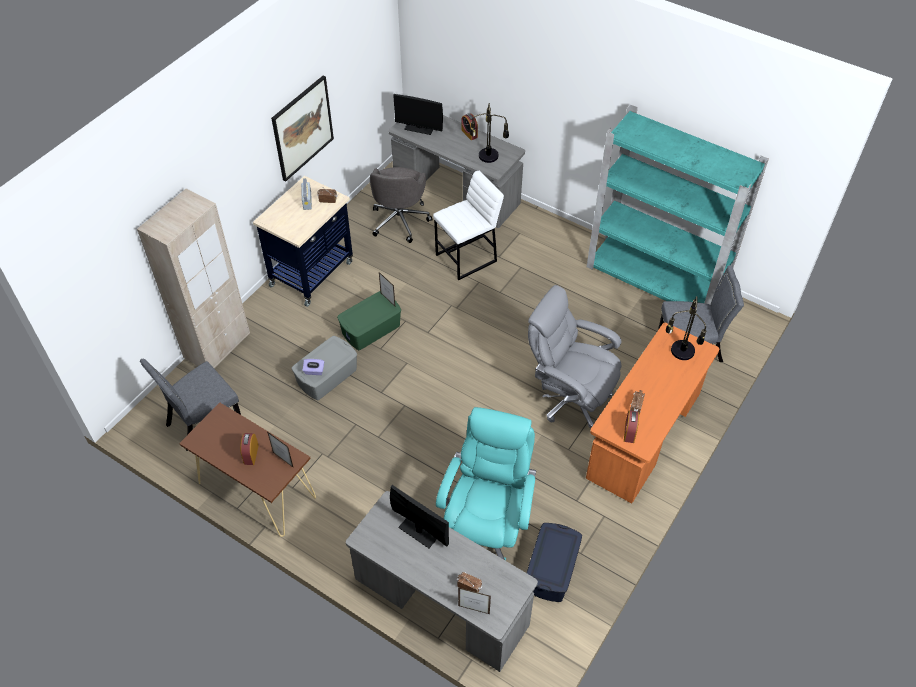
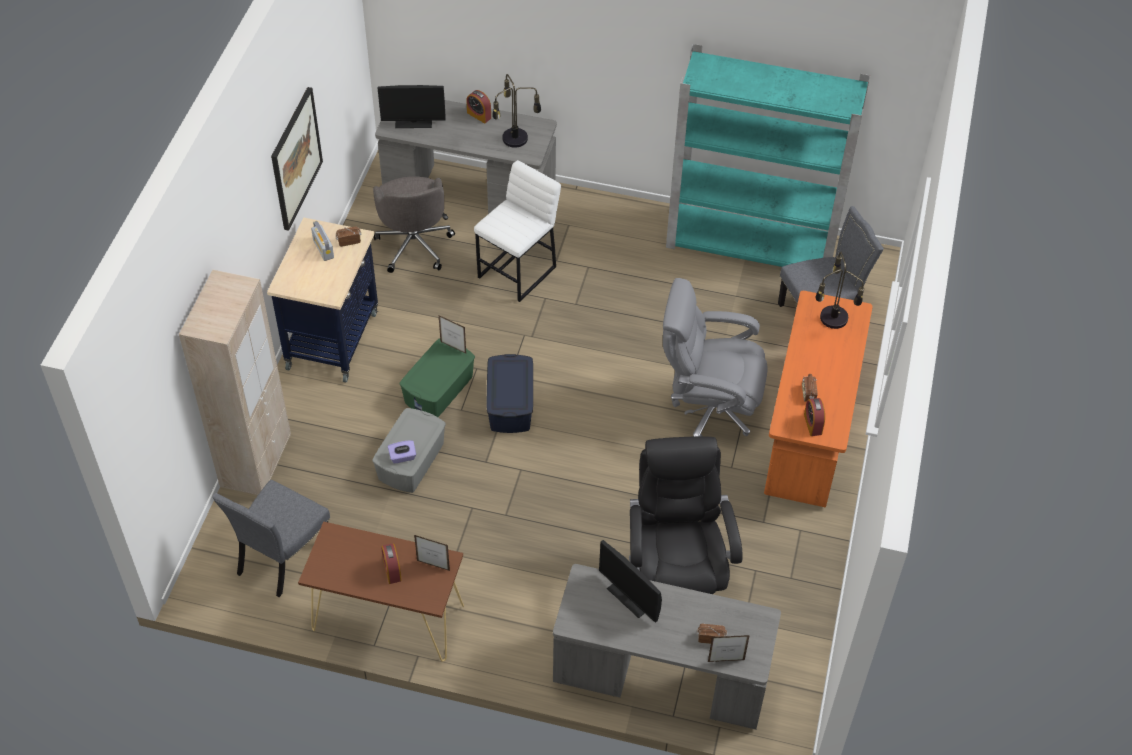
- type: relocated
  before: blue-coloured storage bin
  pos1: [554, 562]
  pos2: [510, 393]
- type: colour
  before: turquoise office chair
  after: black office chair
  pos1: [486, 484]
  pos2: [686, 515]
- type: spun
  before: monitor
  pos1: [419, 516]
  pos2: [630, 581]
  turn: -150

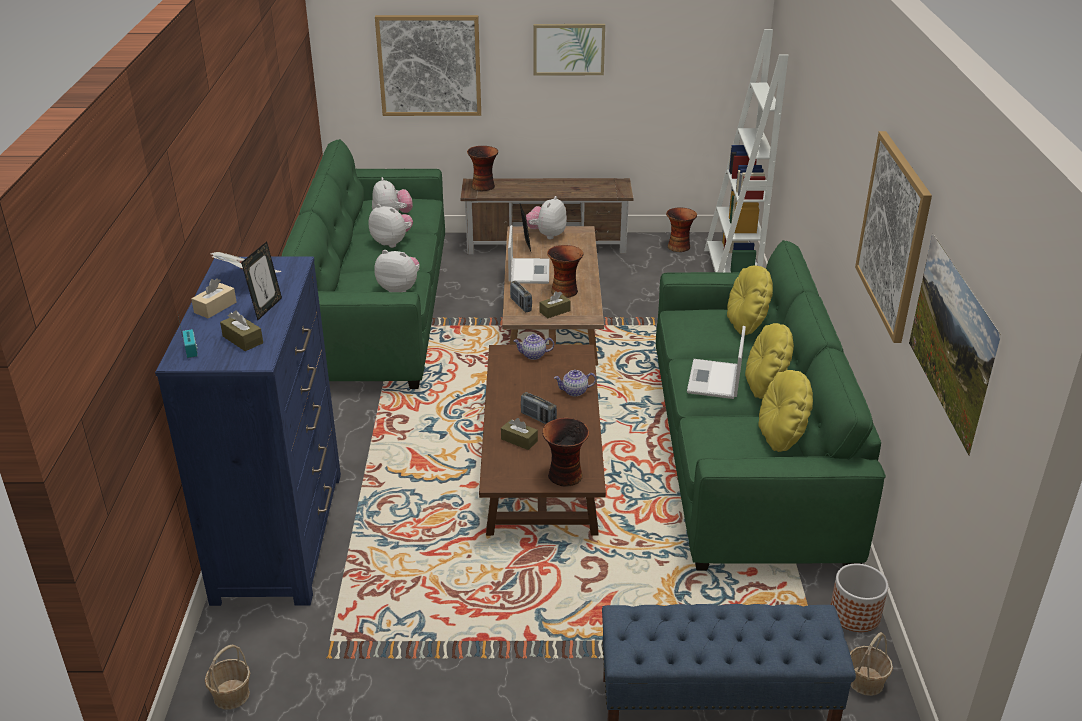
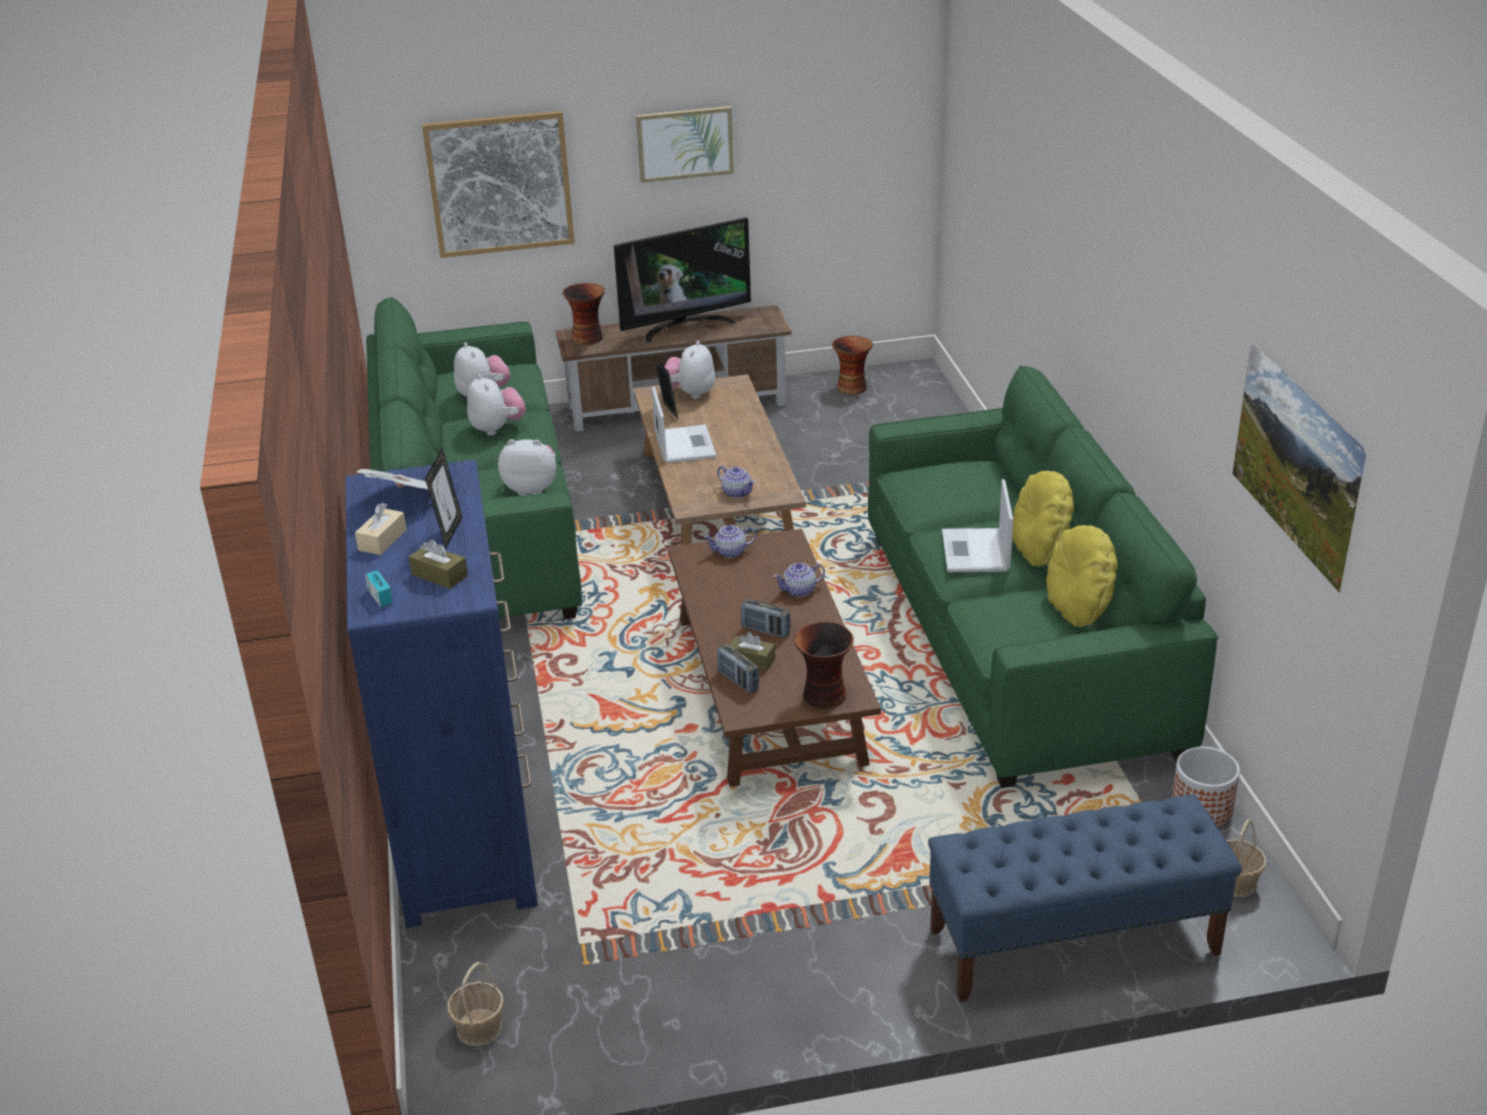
- type: missing
  before: vase
  pos1: [565, 271]
- type: missing
  before: whitish bookcase
  pos1: [746, 150]
- type: missing
  before: yellow-coloured throw pillow
  pos1: [750, 300]
- type: missing
  before: wall picture
  pos1: [893, 237]
- type: appeared
  after: TV set
  pos2: [682, 280]
- type: relocated
  before: radio set
  pos1: [521, 296]
  pos2: [738, 668]
- type: exchanged
  before: brownish tissue holder
  after: pot for tea
  pos1: [555, 304]
  pos2: [736, 482]
- type: spun
  before: plush toy
  pos1: [391, 226]
  pos2: [496, 405]
  turn: 45

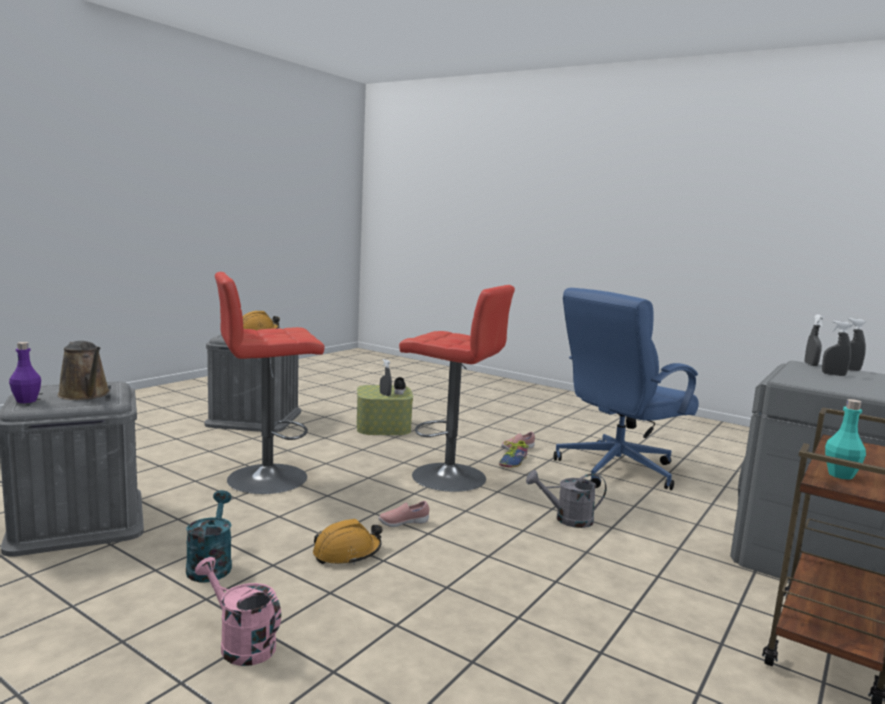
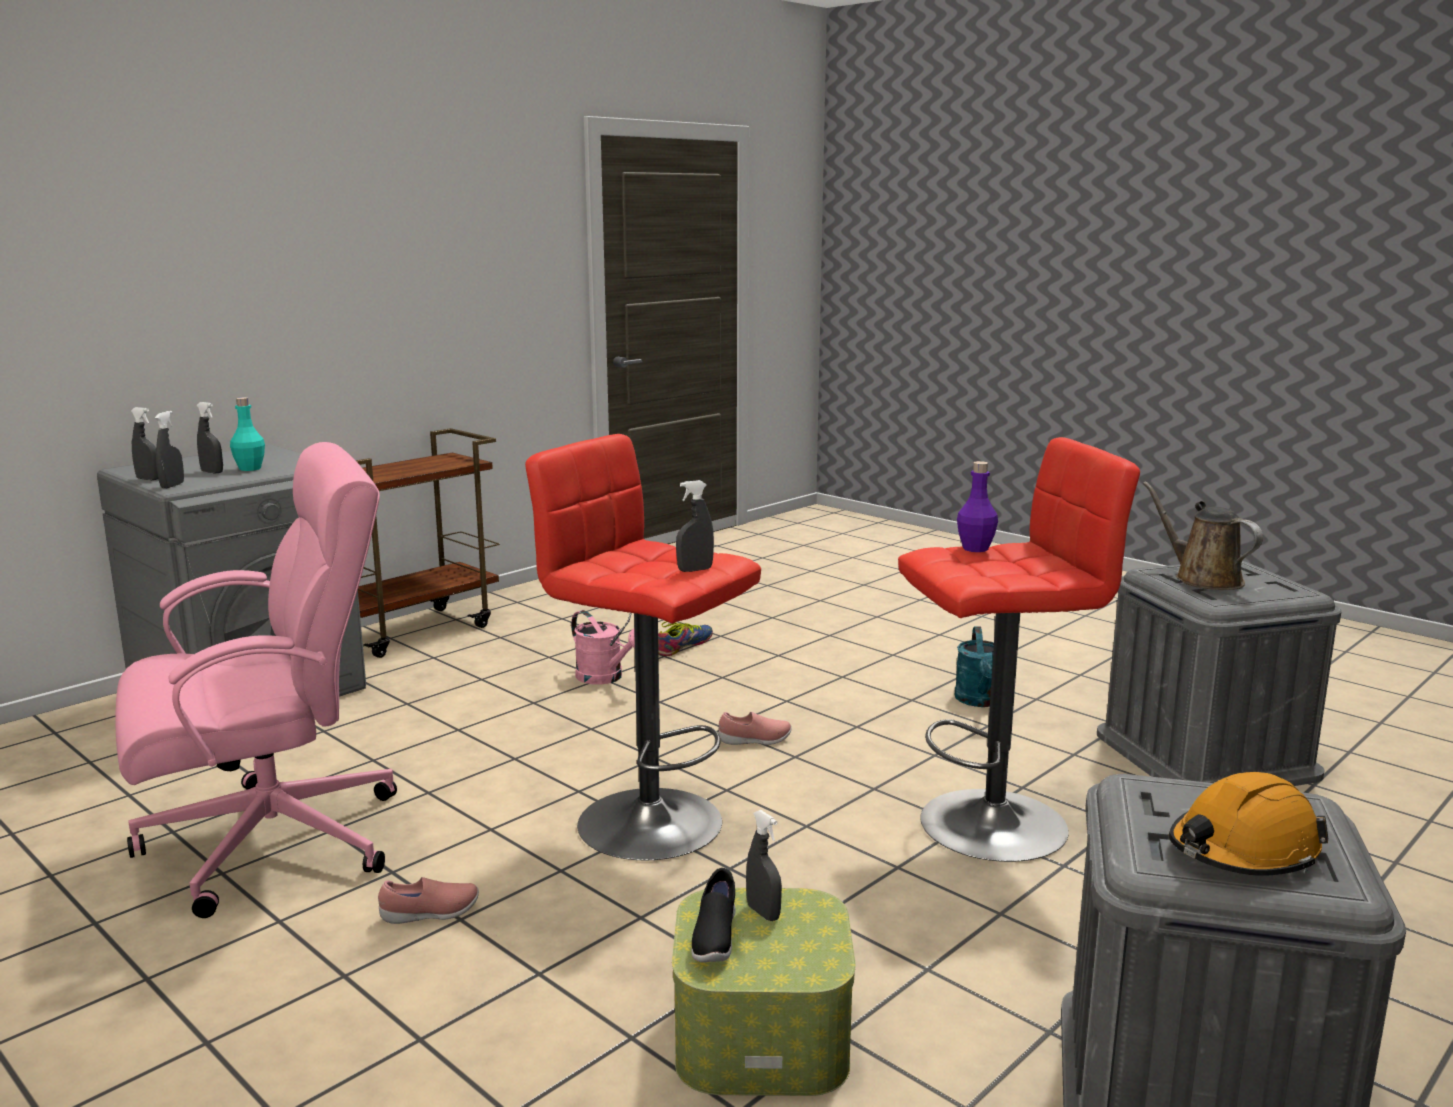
- type: missing
  before: orangey safety helmet
  pos1: [348, 542]
- type: missing
  before: grey watering can
  pos1: [566, 499]
- type: appeared
  after: grey hand sprayer
  pos2: [695, 526]
- type: relocated
  before: purple-coloured bottle
  pos1: [25, 372]
  pos2: [977, 506]
- type: relocated
  before: pink-coloured watering can
  pos1: [238, 611]
  pos2: [603, 647]
- type: relocated
  before: low shoe
  pos1: [513, 453]
  pos2: [685, 638]
- type: relocated
  before: turquoise bottle
  pos1: [845, 439]
  pos2: [247, 434]
- type: colour
  before: blue-coloured office chair
  after: pink-coloured office chair
  pos1: [626, 389]
  pos2: [256, 680]

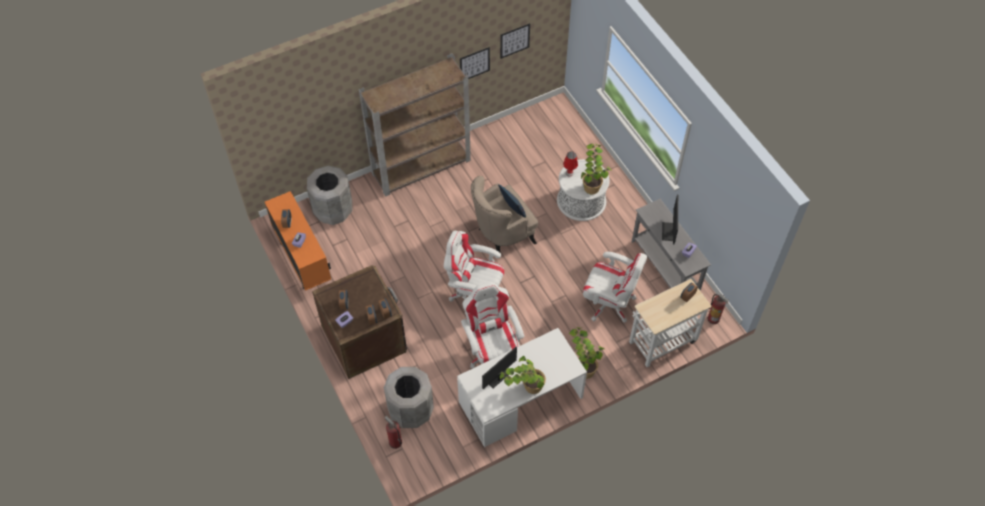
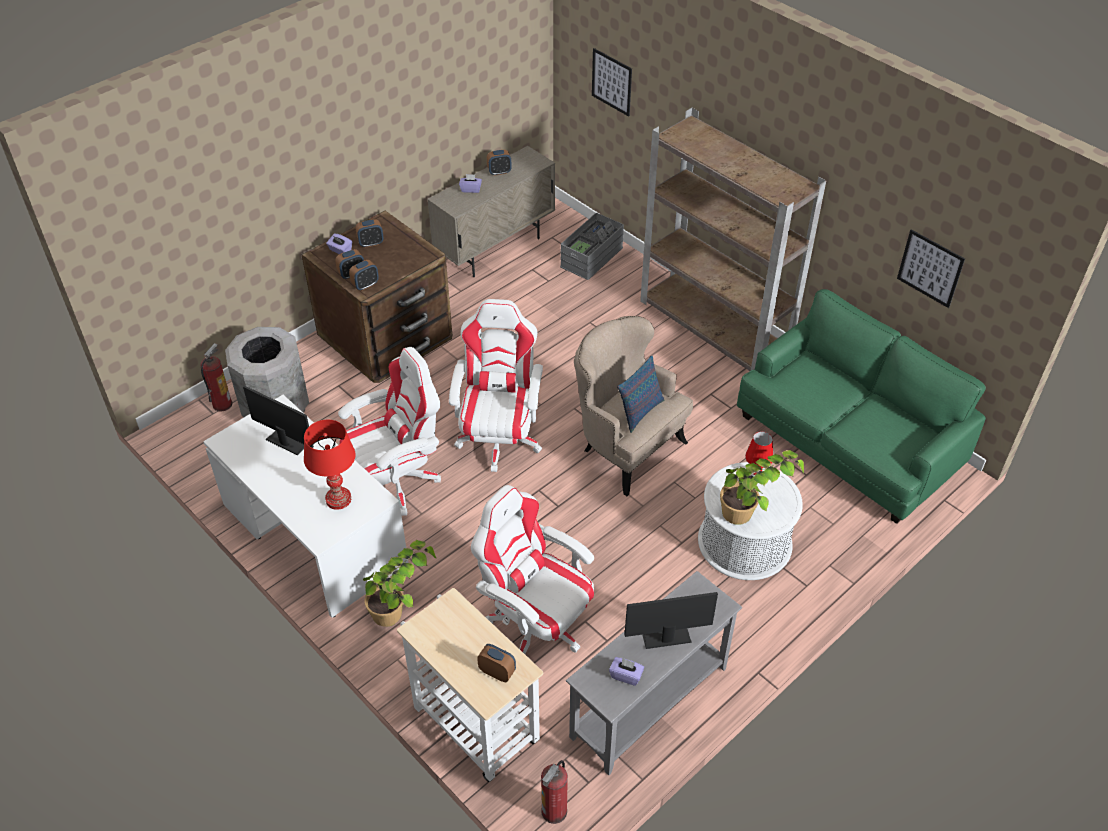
- type: missing
  before: houseplant
  pos1: [523, 375]
- type: appeared
  after: reddish table lamp
  pos2: [329, 465]
- type: appeared
  after: greenish sofa
  pos2: [861, 406]
- type: relocated
  before: wall picture
  pos1: [475, 63]
  pos2: [612, 82]
- type: exchanged
  before: grey rubbish bin
  after: grey storage bin
  pos1: [329, 195]
  pos2: [592, 246]
- type: colour
  before: orangey storage cabinet
  after: sand-coloured storage cabinet
  pos1: [298, 241]
  pos2: [491, 211]
- type: spun
  before: whitish office chair
  pos1: [615, 287]
  pos2: [532, 569]
  turn: 120

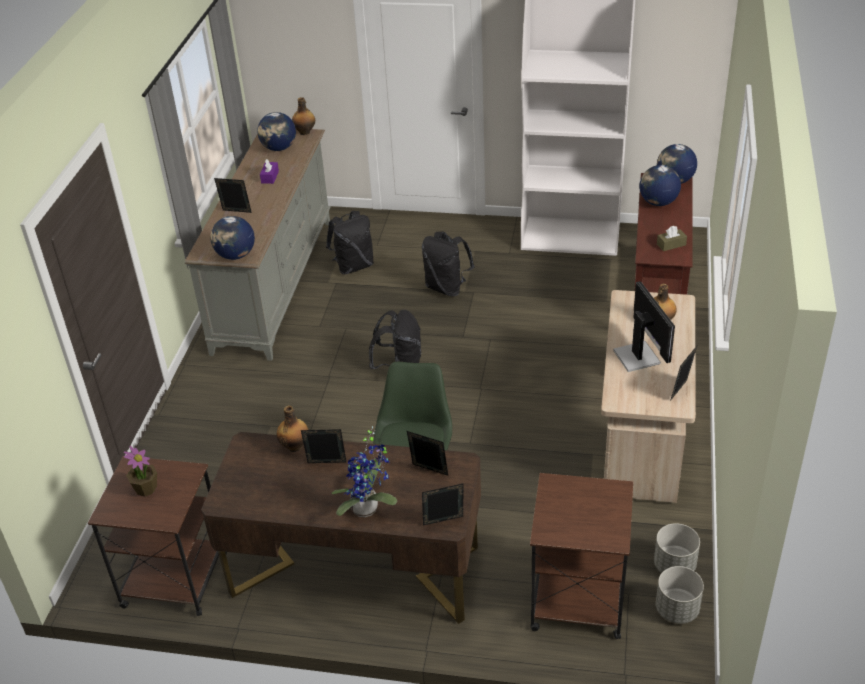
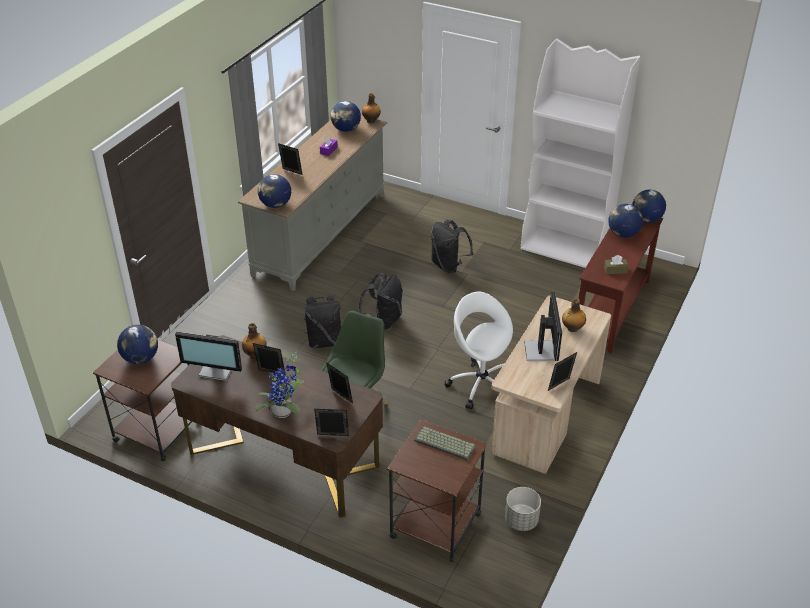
- type: missing
  before: grey plant pot
  pos1: [680, 595]
- type: appeared
  after: monitor
  pos2: [208, 356]
- type: appeared
  after: PC keyboard
  pos2: [445, 444]
- type: appeared
  after: whitish office chair
  pos2: [479, 350]
- type: relocated
  before: black rucksack
  pos1: [350, 242]
  pos2: [323, 321]
- type: exchanged
  before: houseplant
  after: globe
  pos1: [140, 471]
  pos2: [137, 344]

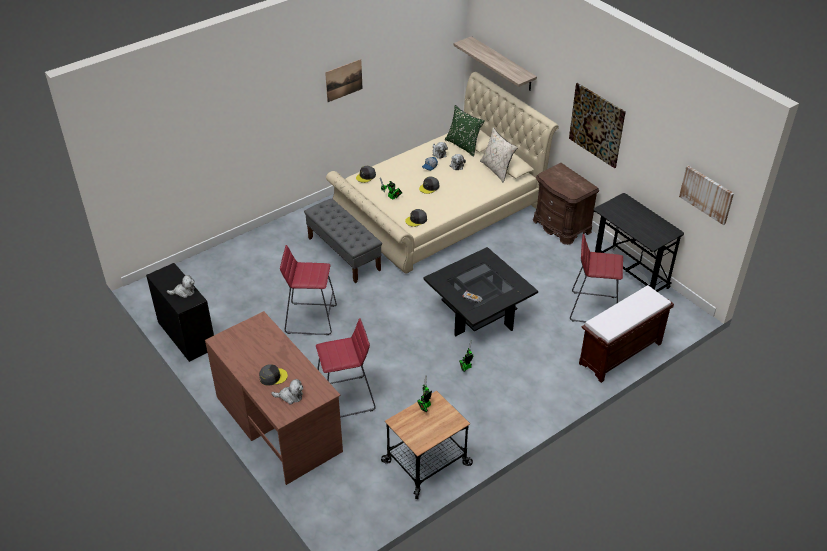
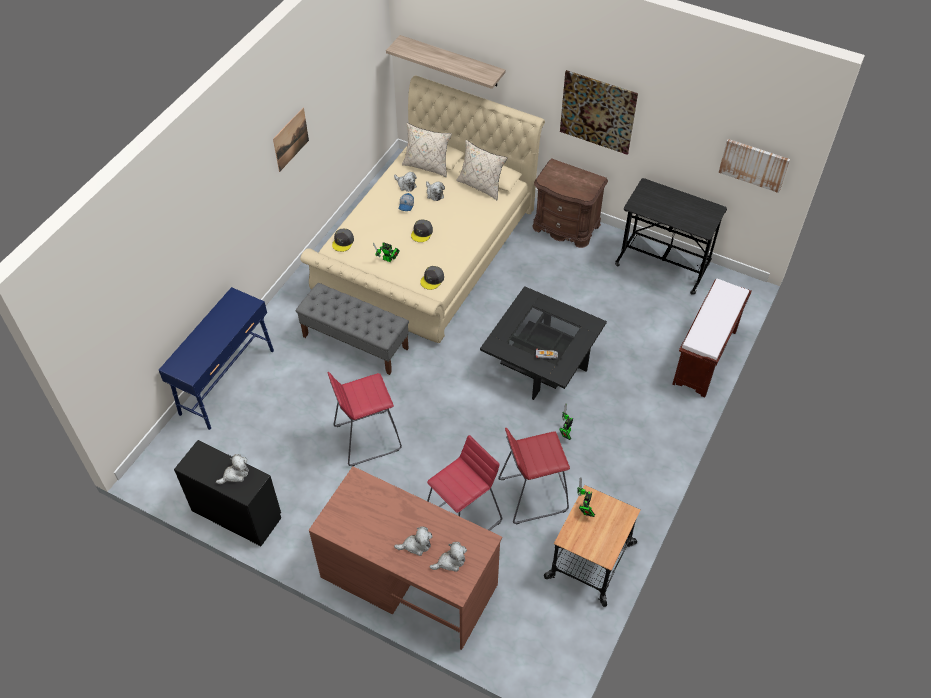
- type: appeared
  after: blue-coloured console table
  pos2: [216, 358]
- type: relocated
  before: reddish stool seat
  pos1: [596, 278]
  pos2: [534, 476]
- type: exchanged
  before: grey peaked cap
  after: plush toy
  pos1: [273, 375]
  pos2: [413, 541]
- type: colour
  before: greenish throw pillow
  after: sand-coloured throw pillow
  pos1: [465, 131]
  pos2: [427, 150]

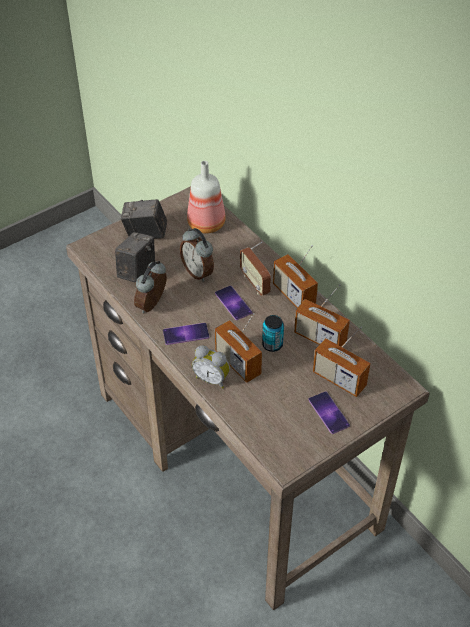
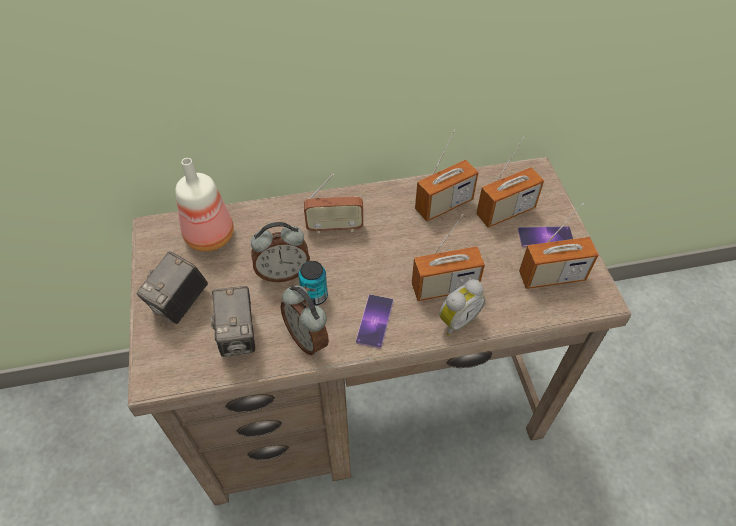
- type: missing
  before: handset
  pos1: [233, 303]
- type: relocated
  before: sealed can
  pos1: [273, 333]
  pos2: [313, 283]
- type: relocated
  before: radio set
  pos1: [295, 276]
  pos2: [558, 246]
- type: spun
  before: photo camera
  pos1: [135, 257]
  pos2: [232, 321]
  turn: -150

